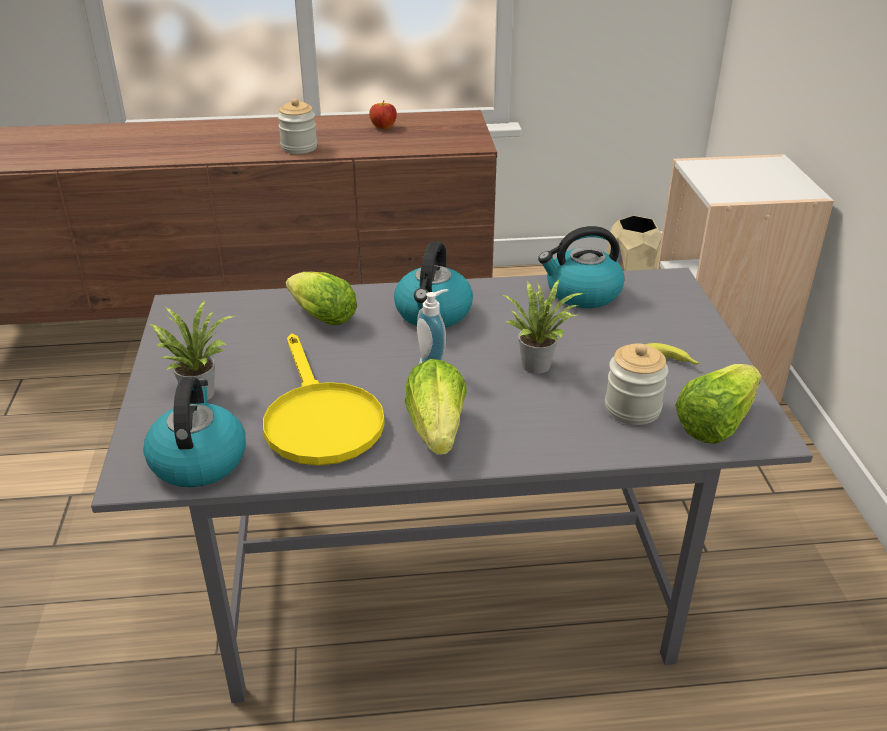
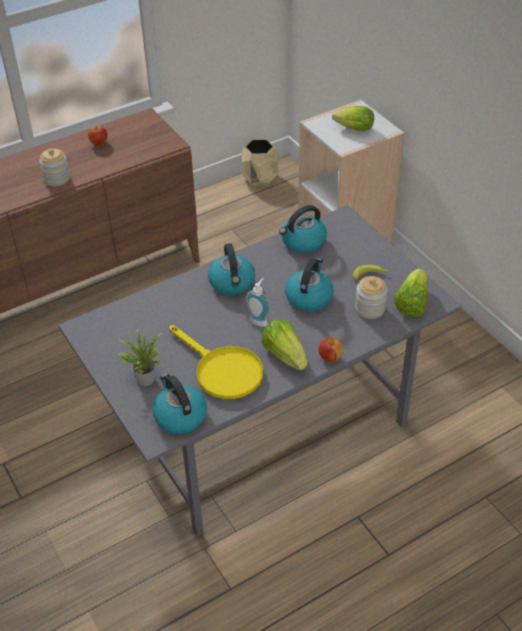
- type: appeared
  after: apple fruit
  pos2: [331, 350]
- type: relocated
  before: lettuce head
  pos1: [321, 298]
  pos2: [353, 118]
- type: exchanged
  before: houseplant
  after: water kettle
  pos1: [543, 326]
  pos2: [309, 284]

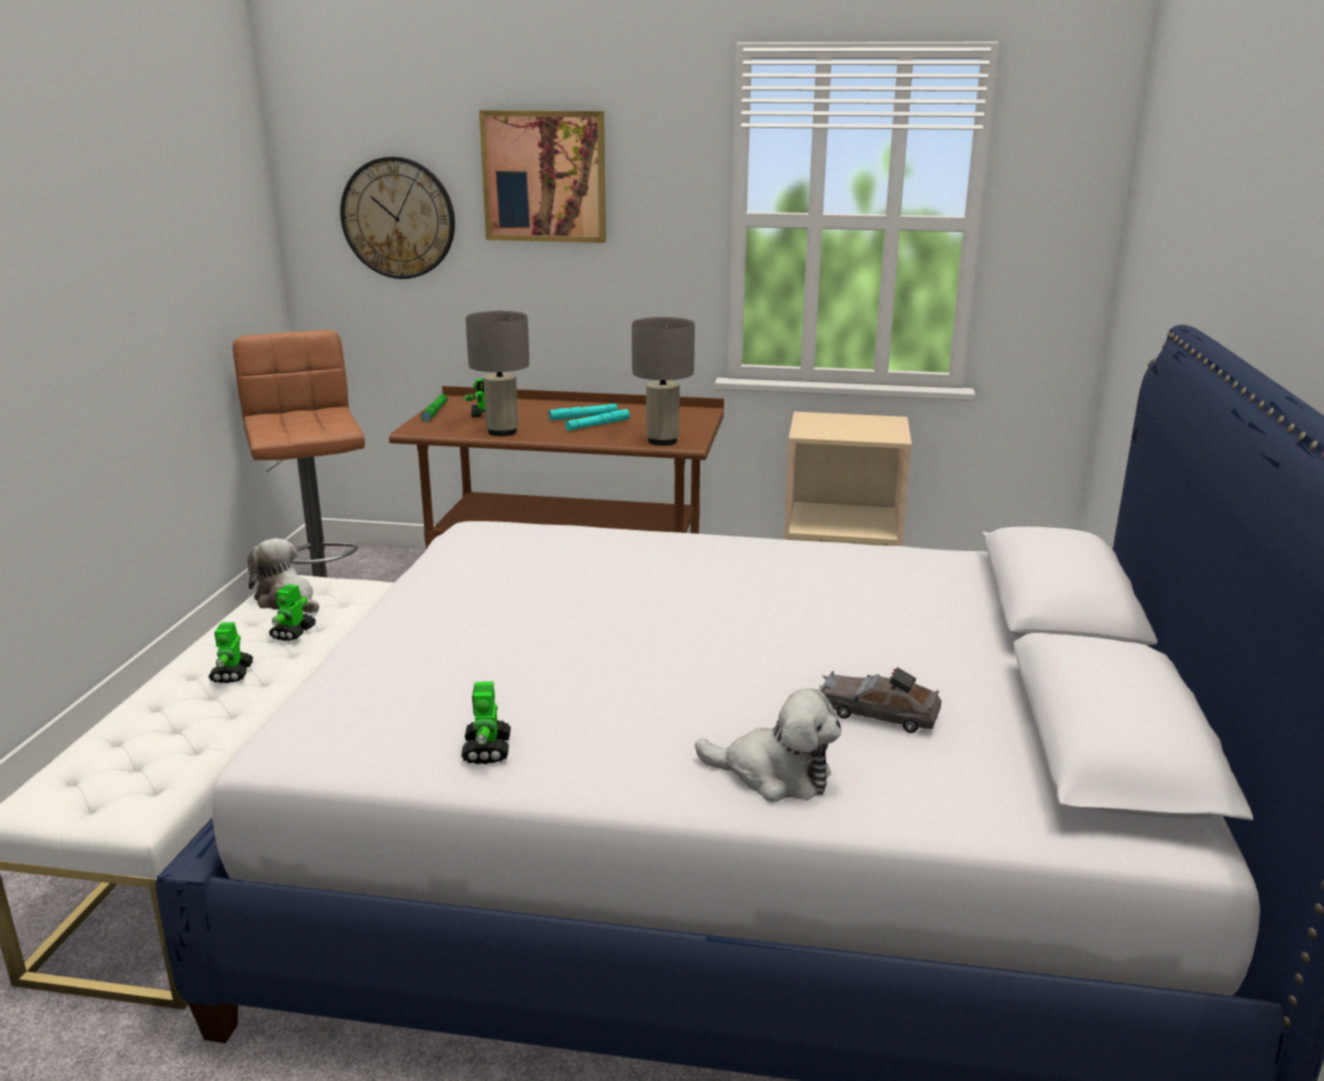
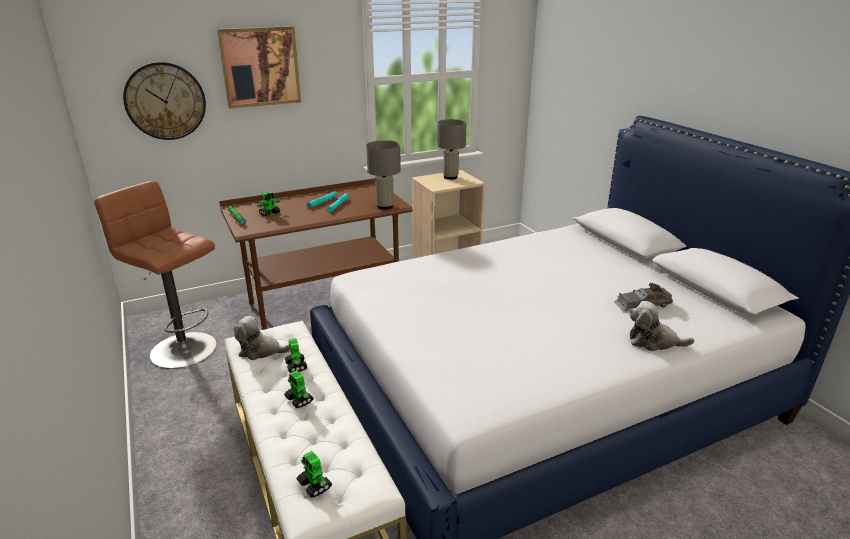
- type: relocated
  before: robot figure
  pos1: [486, 723]
  pos2: [314, 474]
- type: relocated
  before: grey table lamp
  pos1: [497, 373]
  pos2: [451, 149]
- type: spun
  before: plush toy
  pos1: [768, 745]
  pos2: [662, 326]
  turn: -150

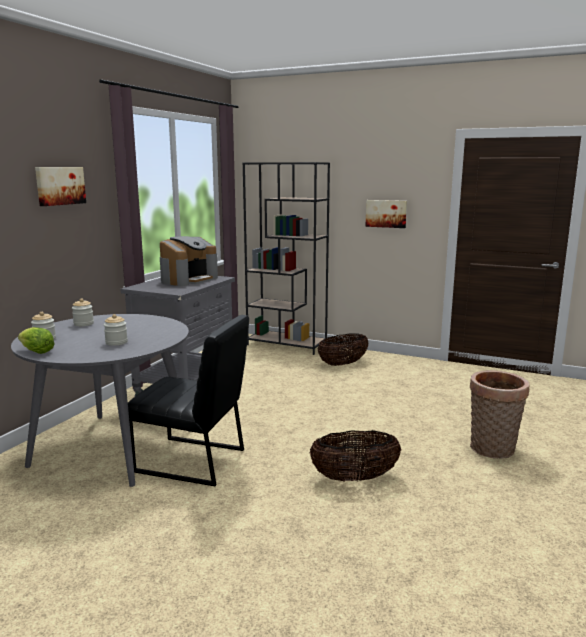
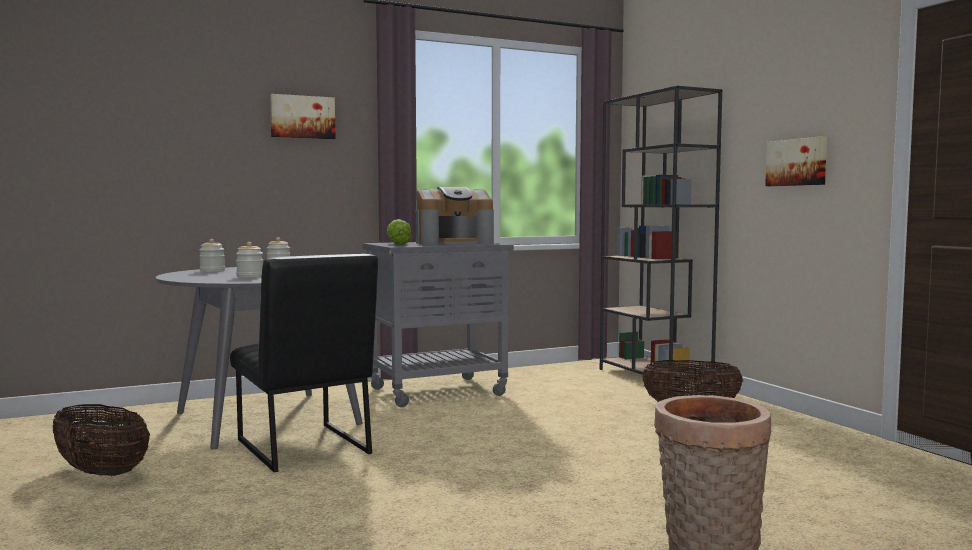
- type: relocated
  before: lettuce head
  pos1: [36, 340]
  pos2: [399, 232]
- type: relocated
  before: basket
  pos1: [355, 456]
  pos2: [101, 440]

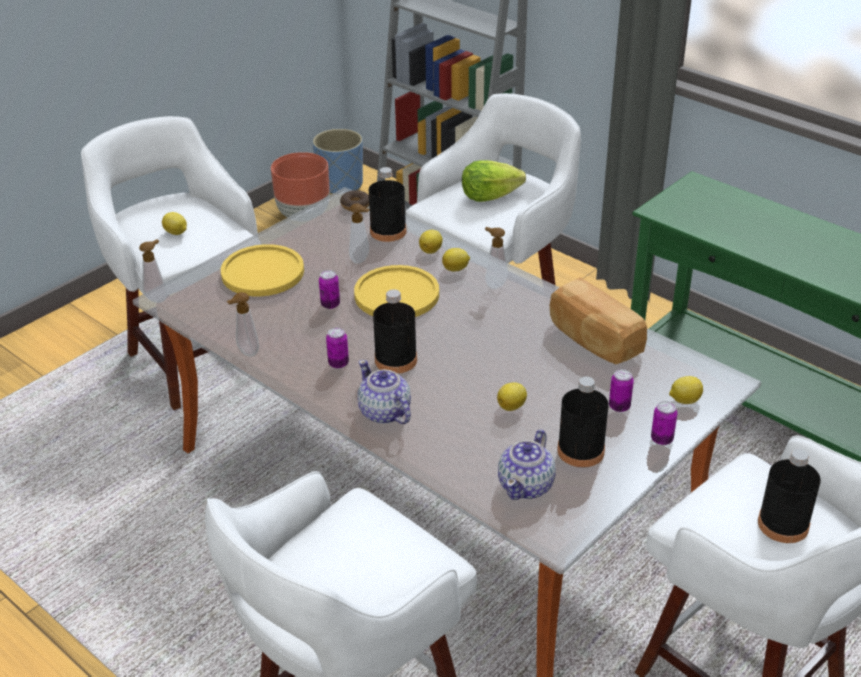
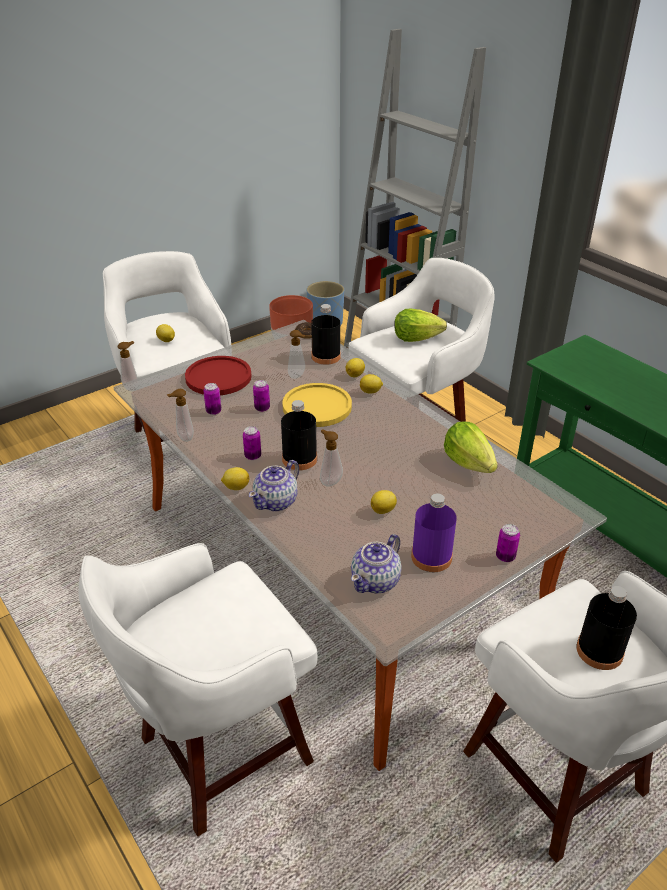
- type: relocated
  before: soap dispenser
  pos1: [496, 258]
  pos2: [331, 457]
- type: relocated
  before: sealed can
  pos1: [621, 390]
  pos2: [212, 399]
- type: relocated
  before: citrus fruit
  pos1: [686, 390]
  pos2: [235, 478]
- type: exchanged
  before: bakery bread
  after: lettuce head
  pos1: [598, 320]
  pos2: [471, 447]
- type: colour
  before: yellow-coloured plate
  after: reddish plate
  pos1: [262, 270]
  pos2: [218, 375]
- type: colour
  before: black bottle
  after: purple-coloured bottle
  pos1: [583, 422]
  pos2: [434, 533]
- type: spun
  before: pot for tea
  pos1: [384, 392]
  pos2: [274, 485]
  turn: -120

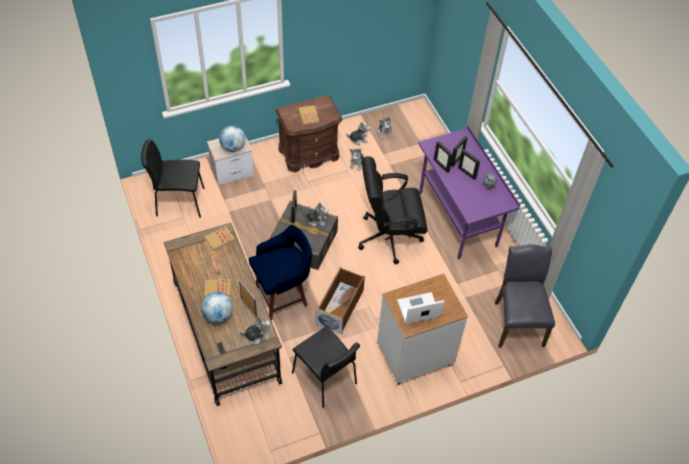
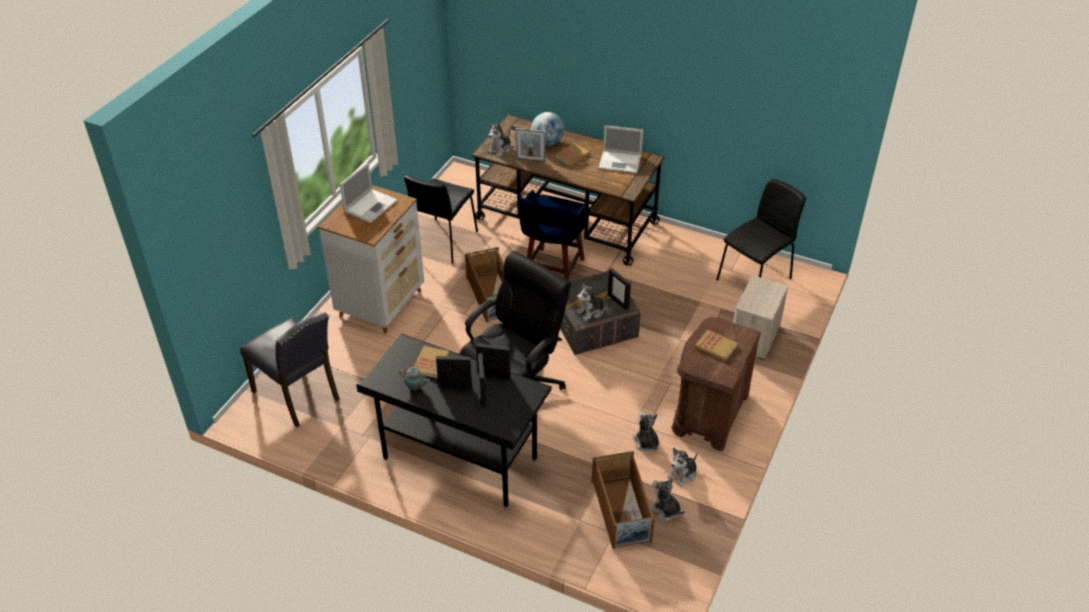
- type: missing
  before: globe
  pos1: [232, 139]
- type: appeared
  after: brownish storage bin
  pos2: [623, 500]
- type: appeared
  after: laptop
  pos2: [620, 149]
- type: relocated
  before: volume
  pos1: [219, 238]
  pos2: [431, 362]
- type: colour
  before: purple-coloured desk table
  after: black desk table
  pos1: [469, 193]
  pos2: [454, 421]
- type: spun
  before: black upright chair
  pos1: [326, 367]
  pos2: [441, 219]
  turn: -75

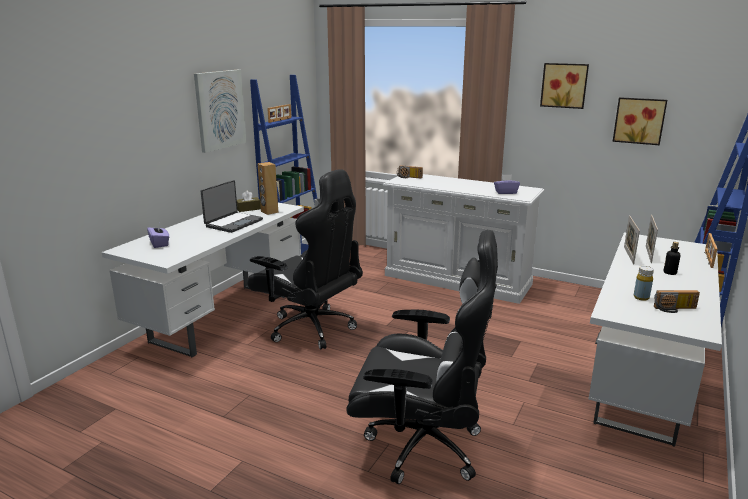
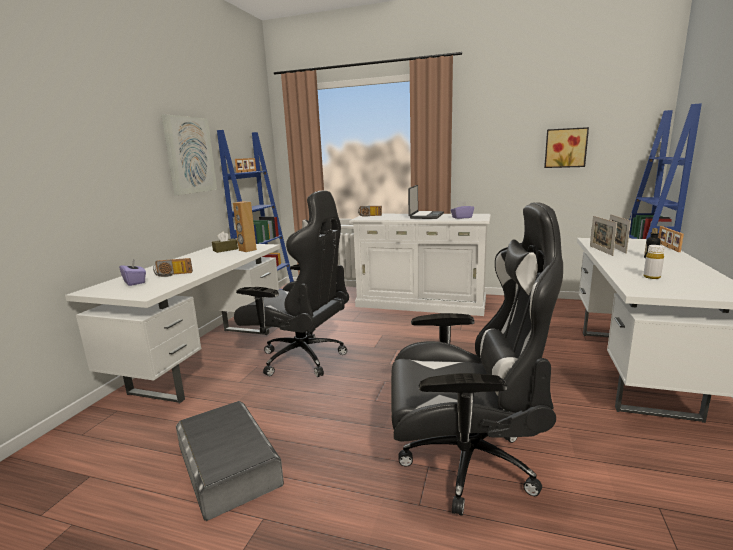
- type: missing
  before: wall picture
  pos1: [564, 86]
- type: appeared
  after: grey storage bin
  pos2: [230, 461]
- type: relocated
  before: laptop
  pos1: [232, 206]
  pos2: [426, 202]
- type: relocated
  before: radio set
  pos1: [677, 301]
  pos2: [173, 267]
- type: colour
  before: yellow-coloured bottle
  after: whitish bottle
  pos1: [644, 283]
  pos2: [654, 262]

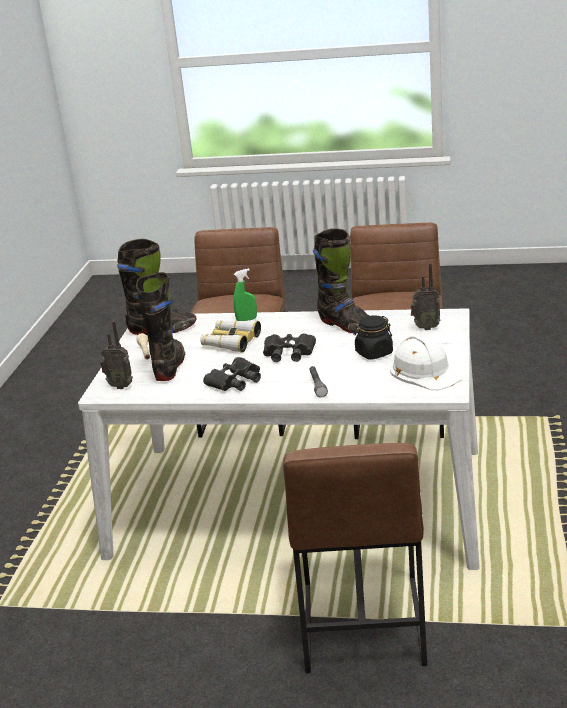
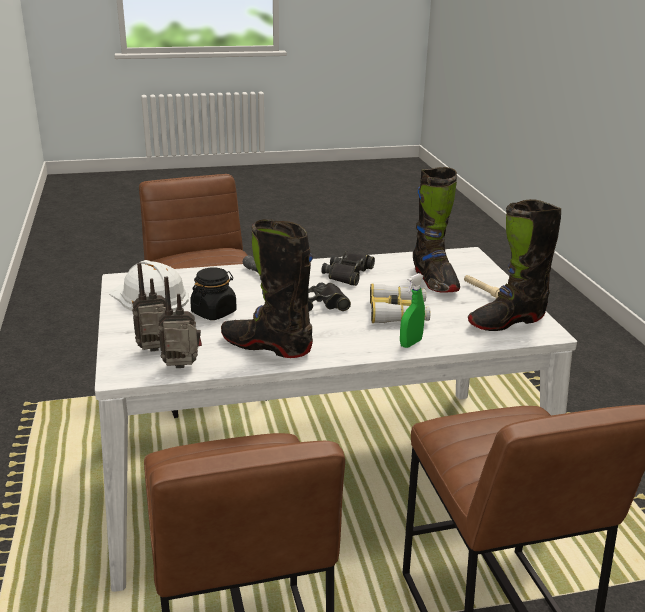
- type: relocated
  before: radio set
  pos1: [116, 355]
  pos2: [180, 322]

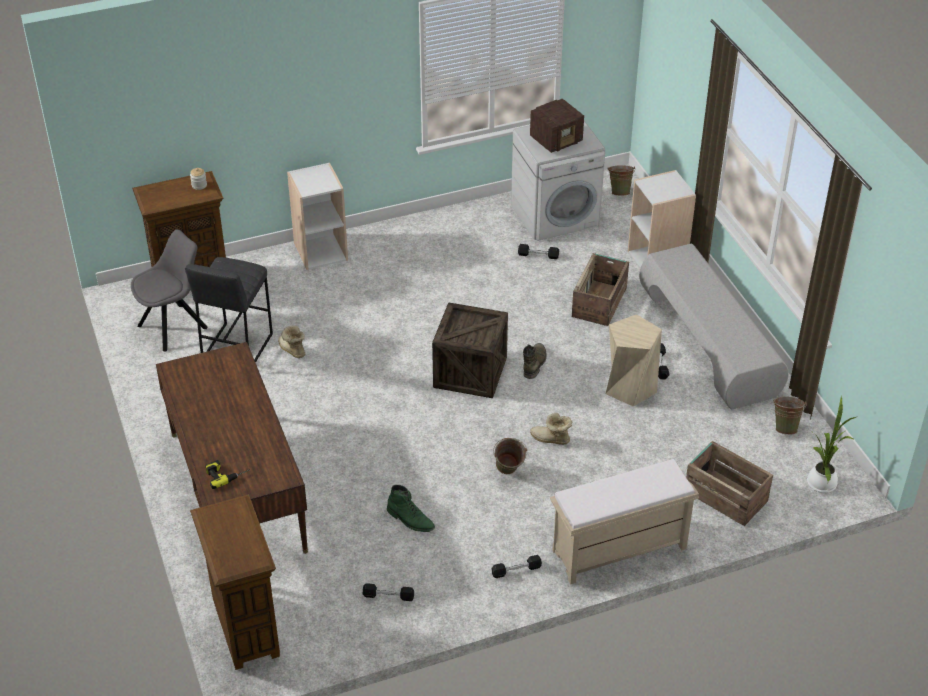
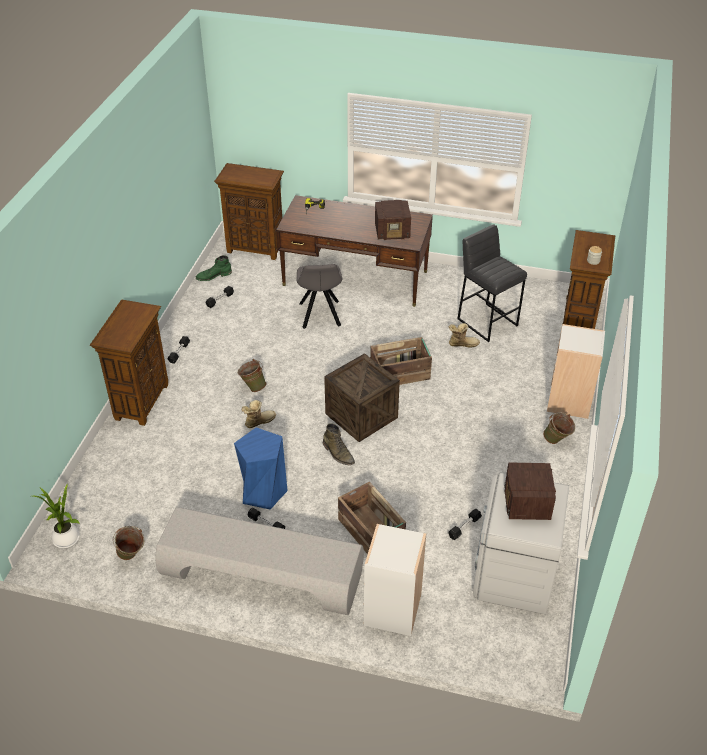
- type: appeared
  after: radio set
  pos2: [393, 220]
- type: relocated
  before: grey upright chair
  pos1: [169, 290]
  pos2: [319, 296]
- type: relocated
  before: greenish tall boot
  pos1: [411, 508]
  pos2: [214, 268]
- type: relocated
  before: greenish water bucket
  pos1: [621, 180]
  pos2: [559, 428]
- type: relocated
  before: crate
  pos1: [729, 483]
  pos2: [401, 361]
- type: exchanged
  before: sand-coloured indoor bench
  after: brownish storage cabinet
  pos1: [624, 521]
  pos2: [129, 362]
- type: colour
  before: sand-coloured stool seat
  after: blue-coloured stool seat
  pos1: [634, 360]
  pos2: [261, 468]

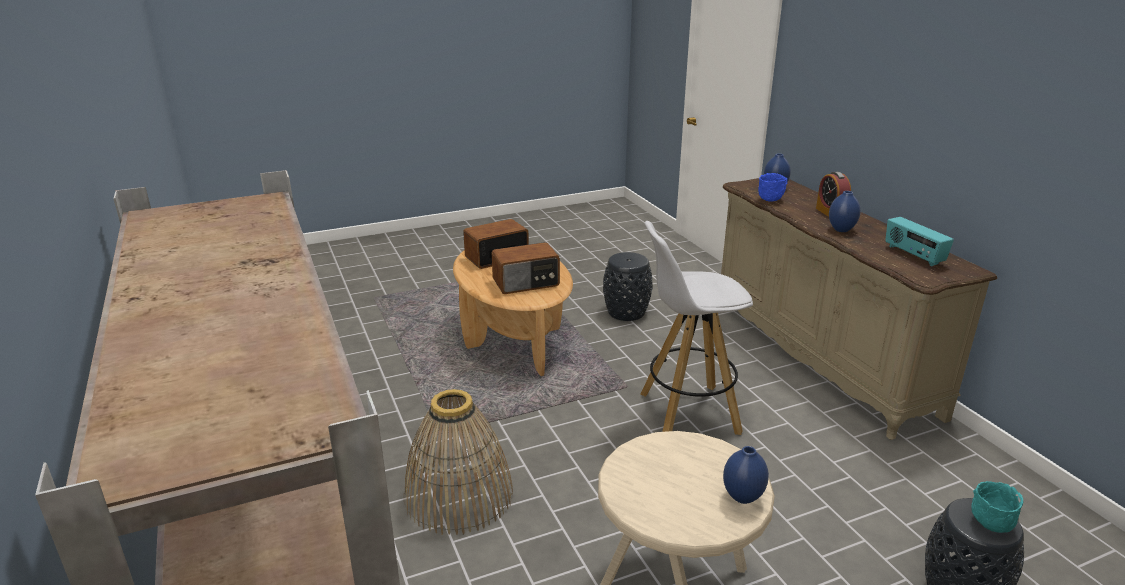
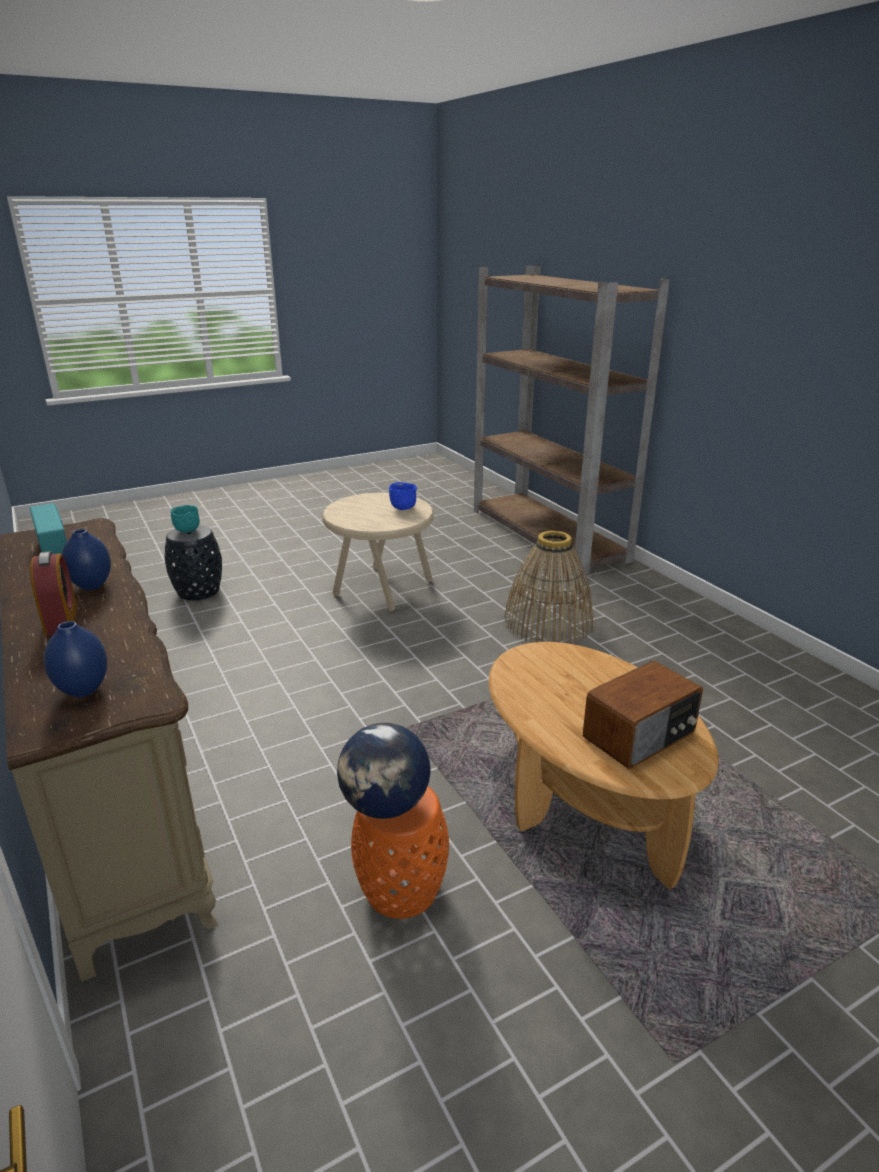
- type: missing
  before: radio set
  pos1: [526, 268]
- type: missing
  before: whitish stool seat
  pos1: [697, 328]
- type: missing
  before: blue-coloured vase
  pos1: [746, 475]
- type: appeared
  after: globe
  pos2: [383, 771]
- type: relocated
  before: blue-coloured serving bowl
  pos1: [773, 187]
  pos2: [403, 496]
- type: colour
  before: black stool seat
  after: orangey stool seat
  pos1: [628, 286]
  pos2: [400, 852]

